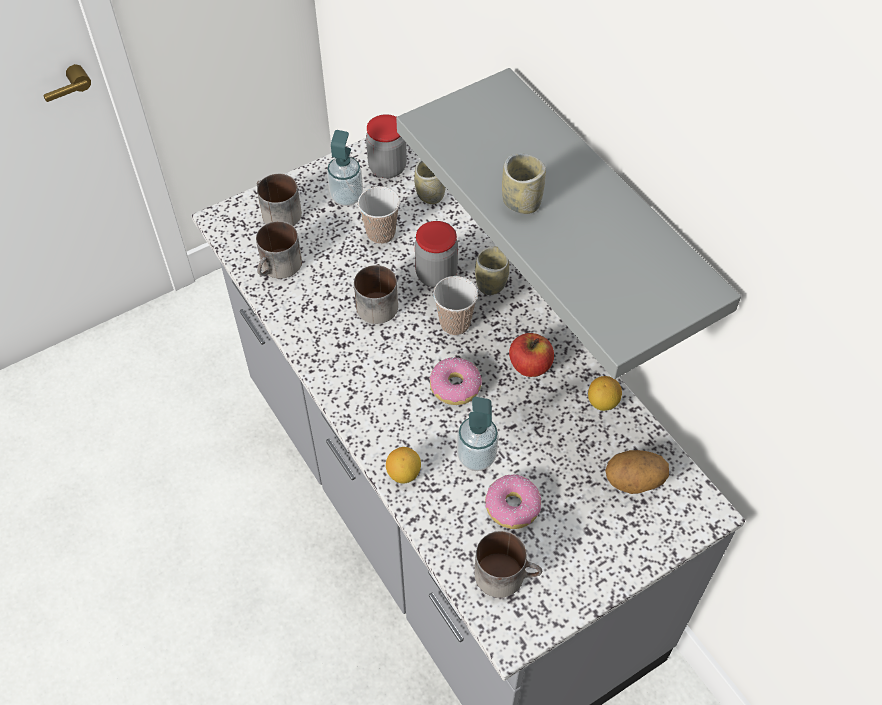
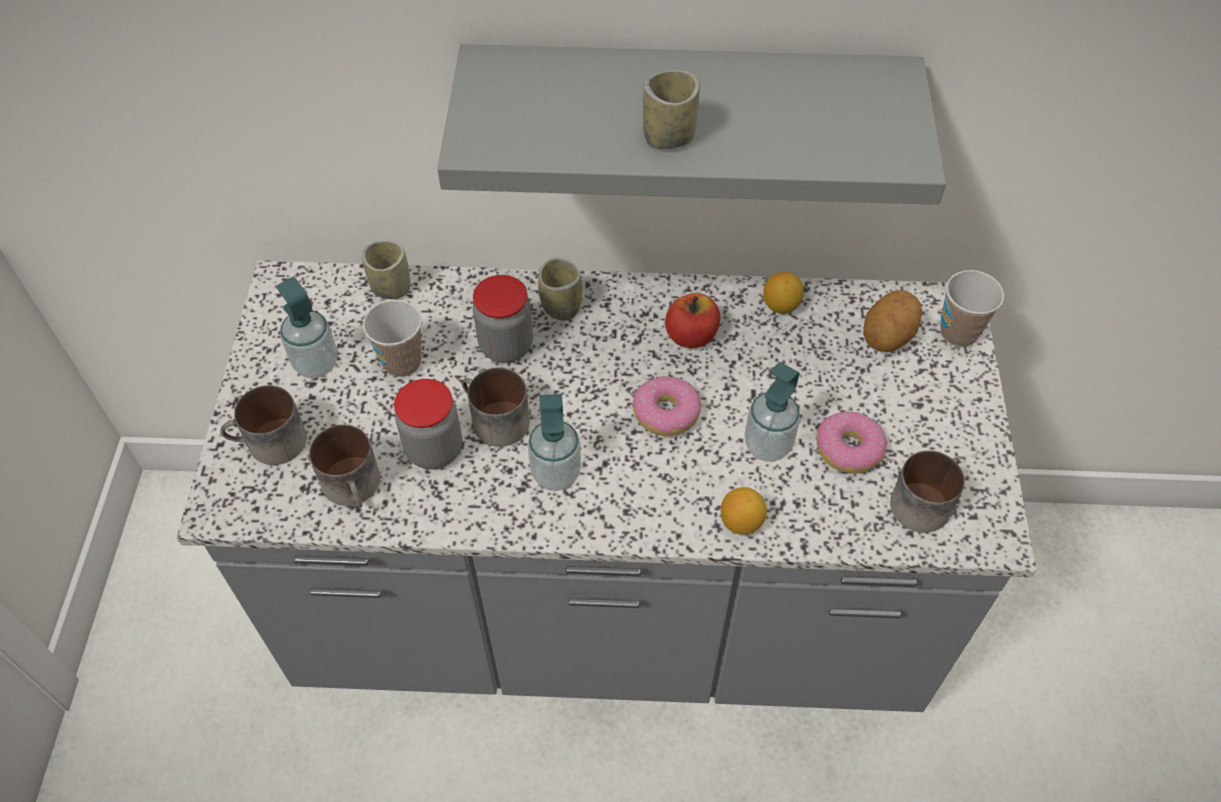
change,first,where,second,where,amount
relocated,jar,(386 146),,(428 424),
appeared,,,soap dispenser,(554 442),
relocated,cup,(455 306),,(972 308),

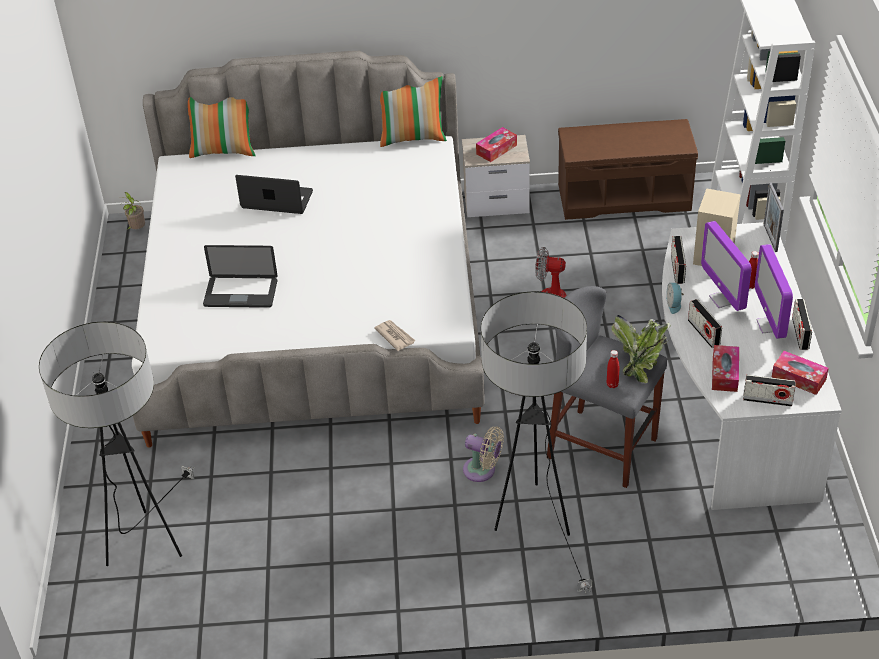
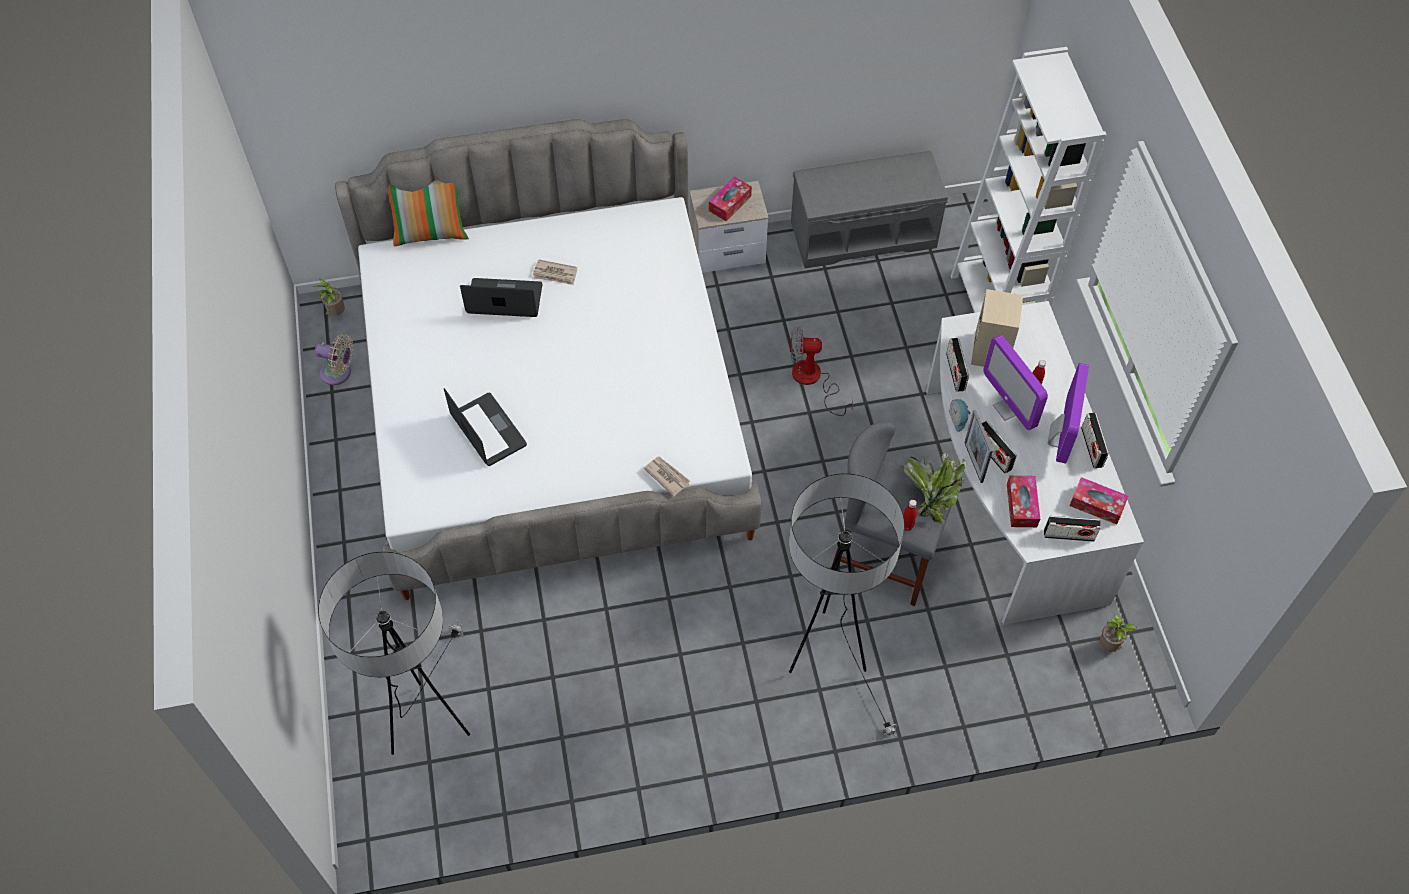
change,first,where,second,where,amount
relocated,beige fan,(483 454),,(334 359),
spun,laptop,(240 276),,(485 427),120 degrees counterclockwise
appeared,,,newspaper,(555 272),
colour,brown bench,(628 169),grey bench,(869 210),
relocated,picture frame,(773 217),,(978 446),
spun,monitor,(774 291),,(1068 413),150 degrees counterclockwise
appeared,,,potted plant,(1118 633),
missing,pillow,(413 111),,,

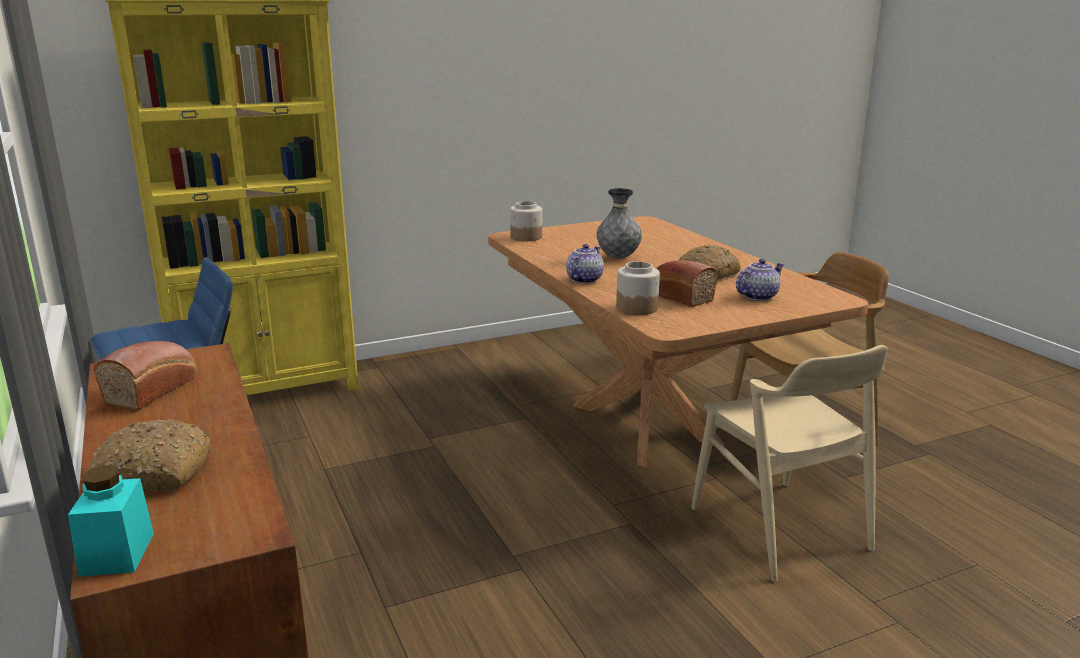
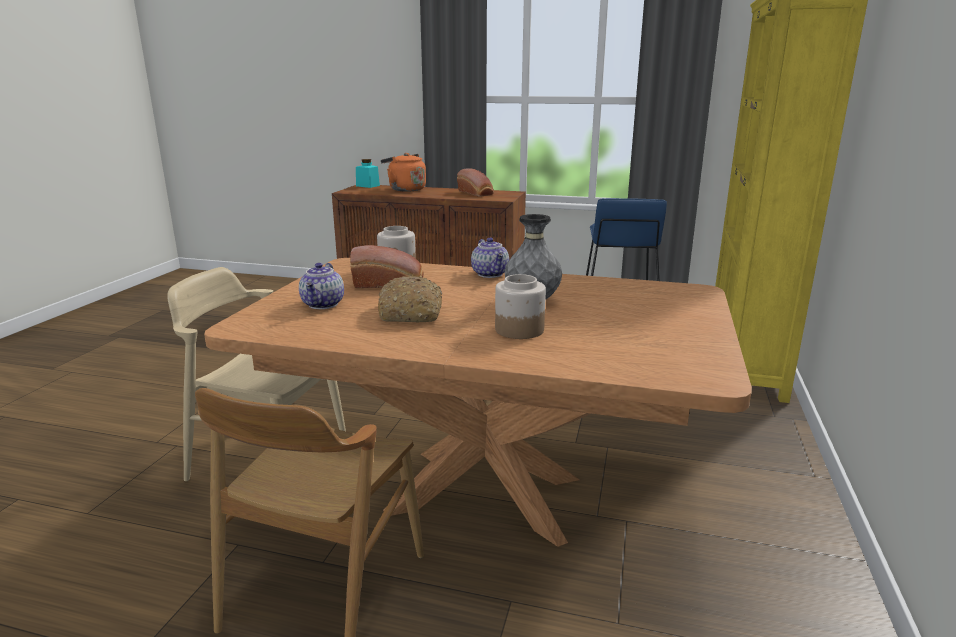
change,first,where,second,where,amount
exchanged,bread,(149 455),orange kettle,(403 172),
relocated,jar,(526 221),,(520 306),

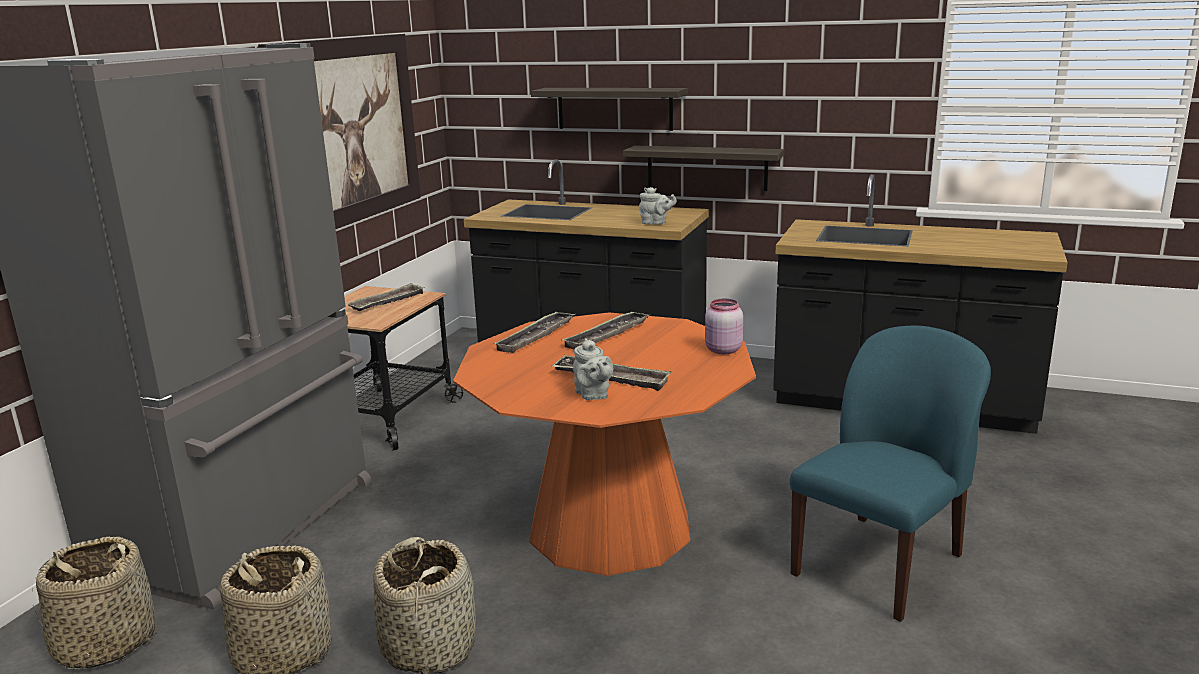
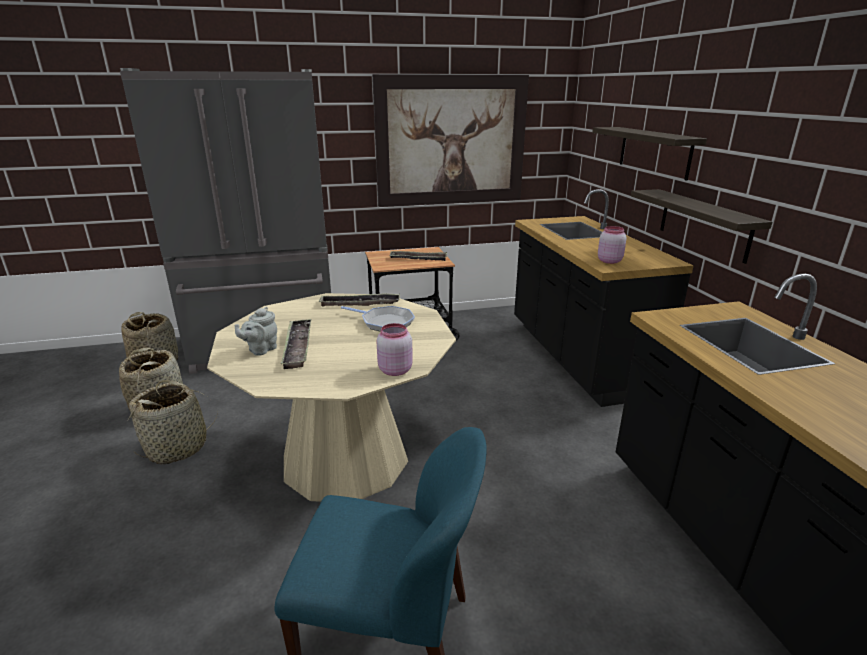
change,first,where,second,where,amount
colour,orange dining table,(604 444),beige dining table,(331 397),
exchanged,tray,(605 330),frying pan,(378 319),
exchanged,grey teapot,(658 206),pink jar,(612 245),

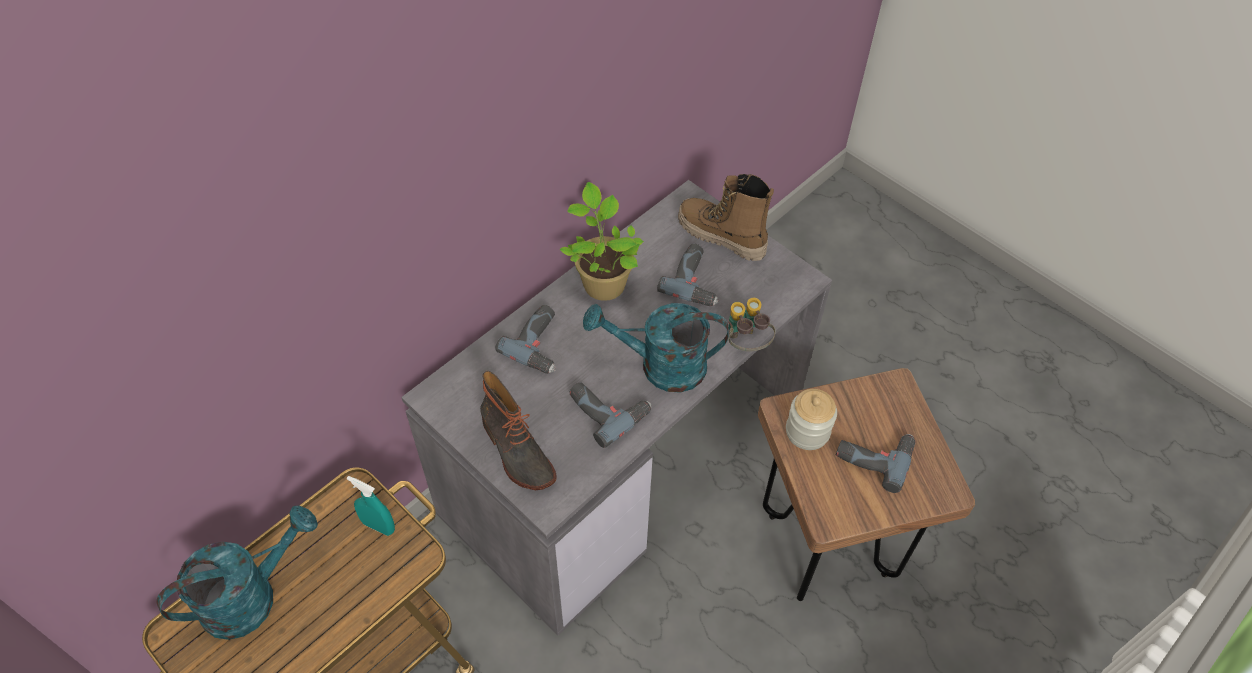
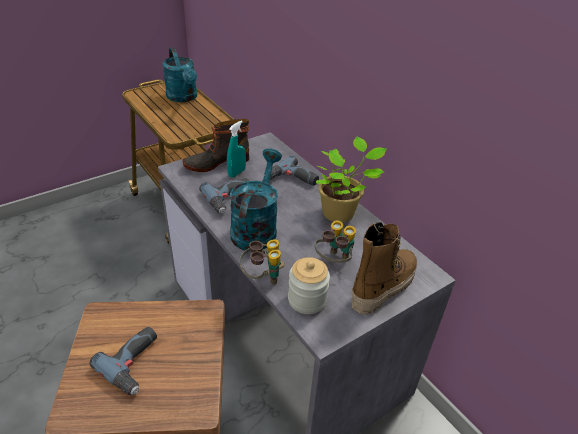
change,first,where,second,where,amount
relocated,turquoise spray bottle,(371 506),,(236 149),
relocated,jar,(811 419),,(309 285),
exchanged,power drill,(688 275),binoculars,(335 241),

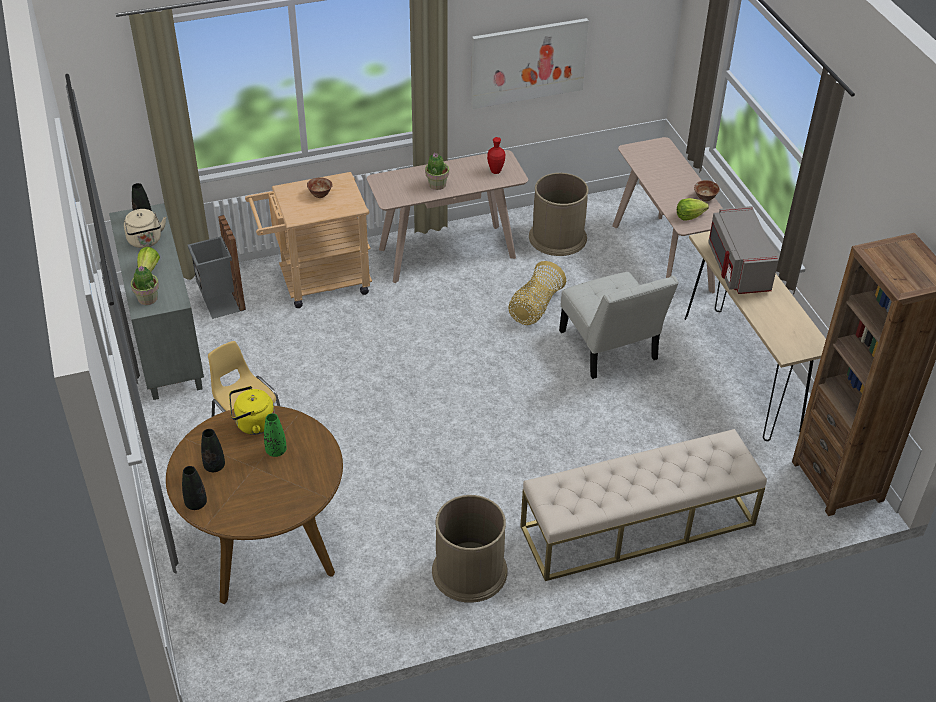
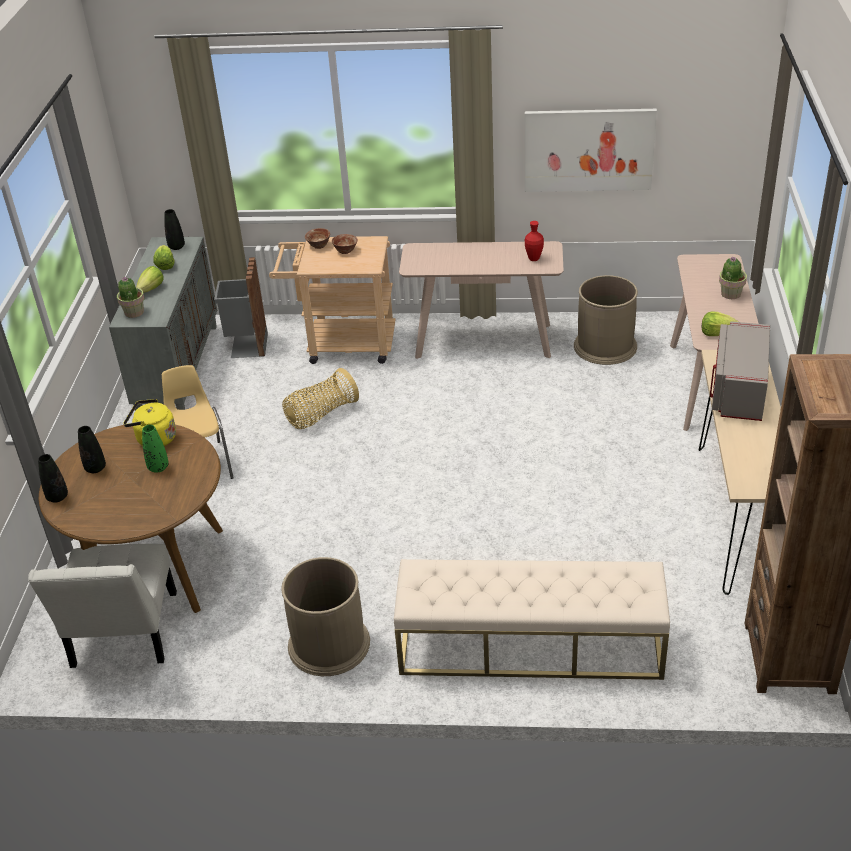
change,first,where,second,where,amount
relocated,white chair,(619 325),,(102 606),
exchanged,beige kettle,(145 228),lettuce,(164 257),
relocated,basket,(537 293),,(320 398),
relocated,bowl,(707 190),,(317 238),
relocated,potted plant,(437 171),,(733 277),

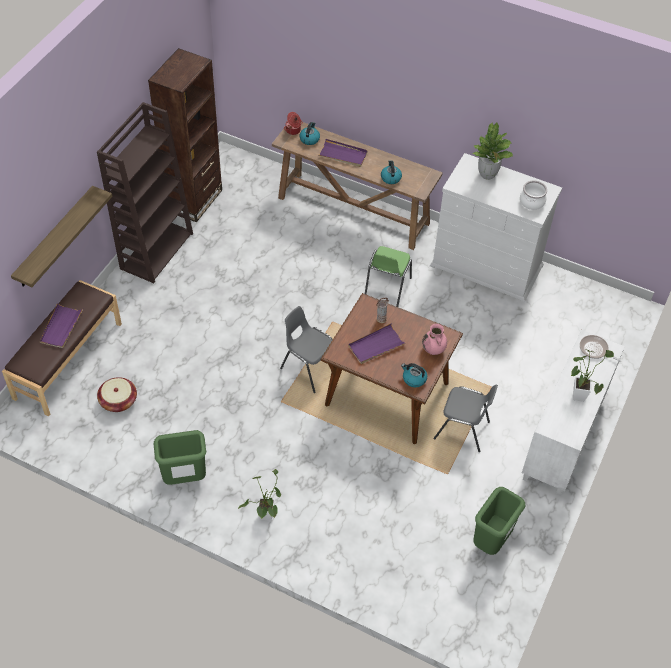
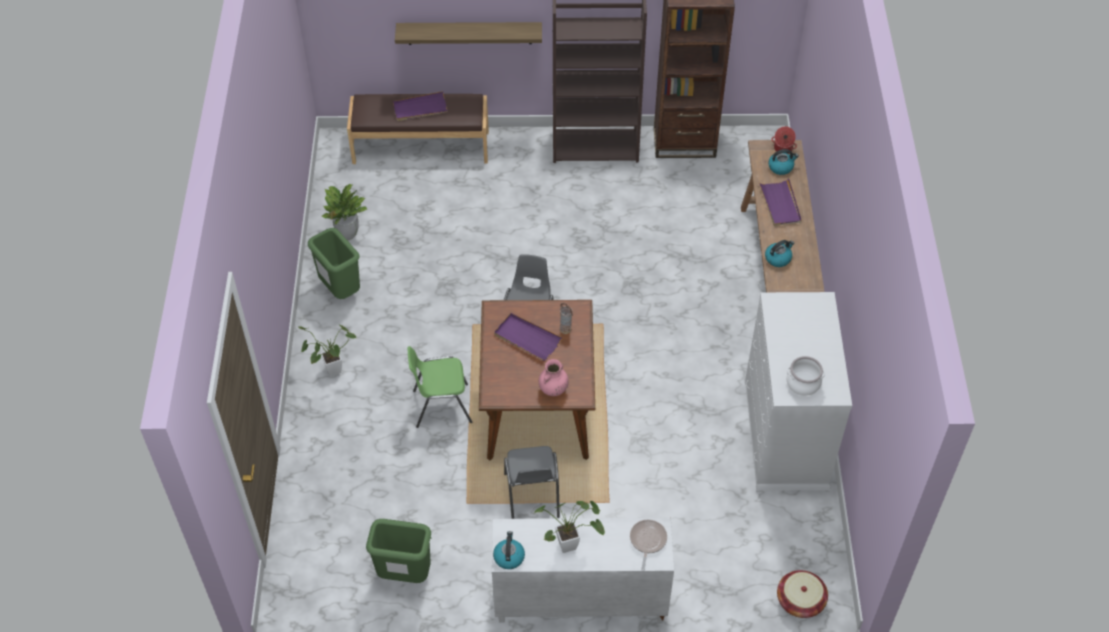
change,first,where,second,where,amount
relocated,potted plant,(493 151),,(344 212),
relocated,green chair,(388 276),,(440 387),
relocated,kettle,(414 375),,(509 550),
relocated,basket,(117 394),,(802 594),

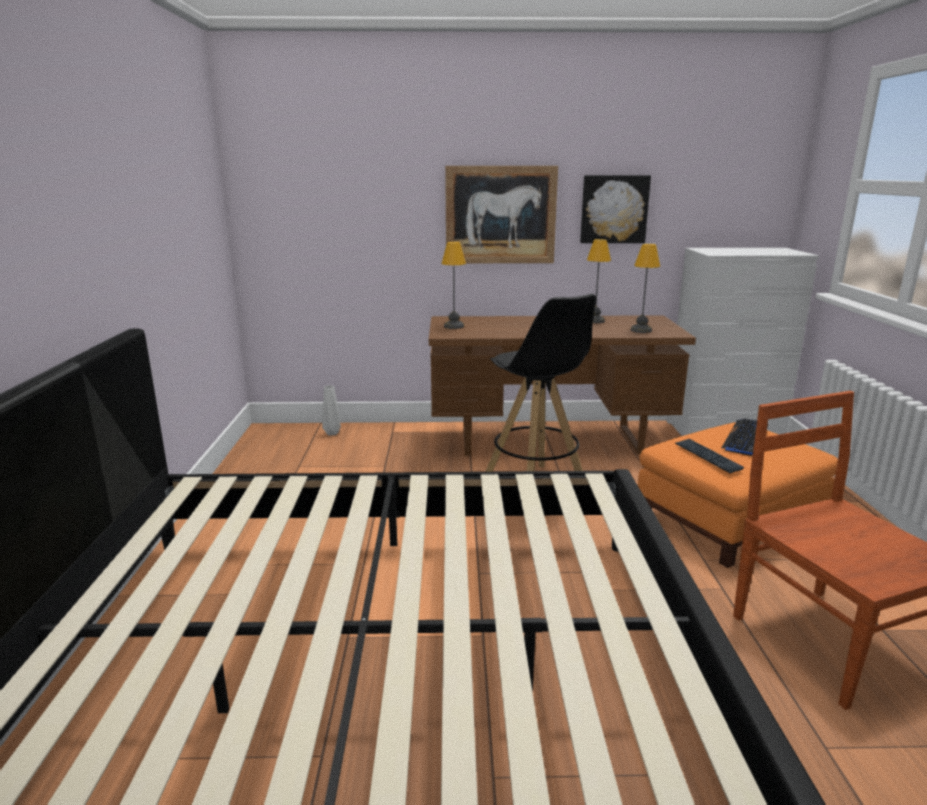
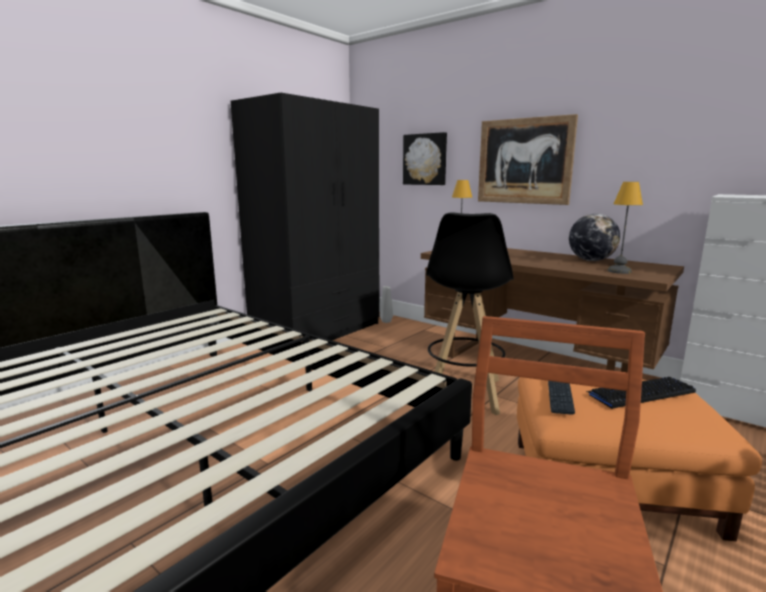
change,first,where,second,where,amount
appeared,,,black wardrobe,(305 216),
relocated,picture,(615 209),,(425 158),
exchanged,table lamp,(599 281),globe,(594 237),

